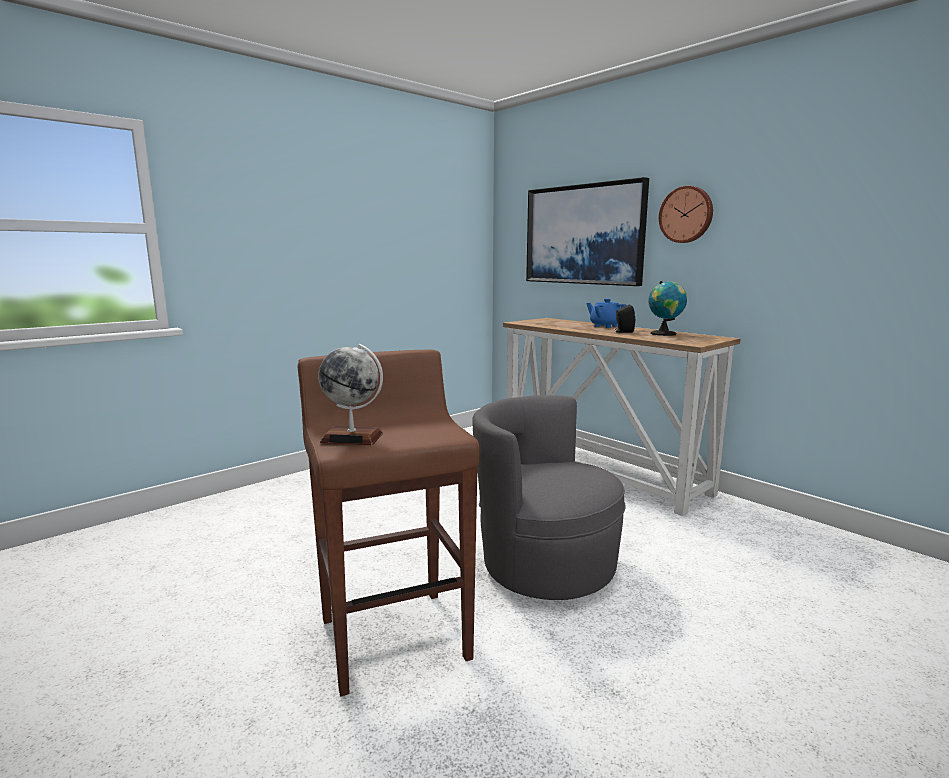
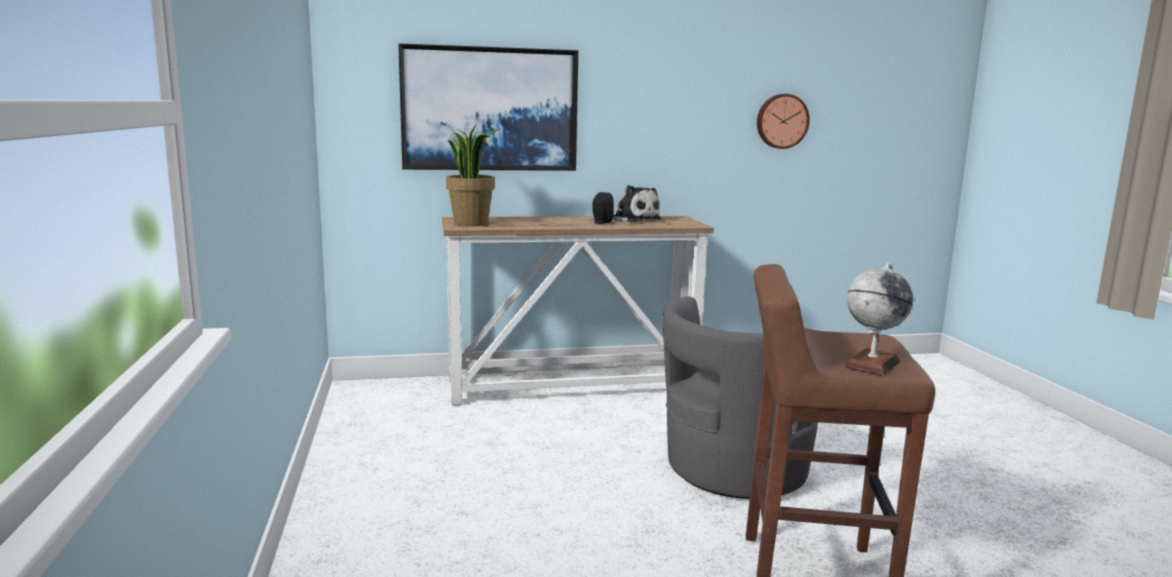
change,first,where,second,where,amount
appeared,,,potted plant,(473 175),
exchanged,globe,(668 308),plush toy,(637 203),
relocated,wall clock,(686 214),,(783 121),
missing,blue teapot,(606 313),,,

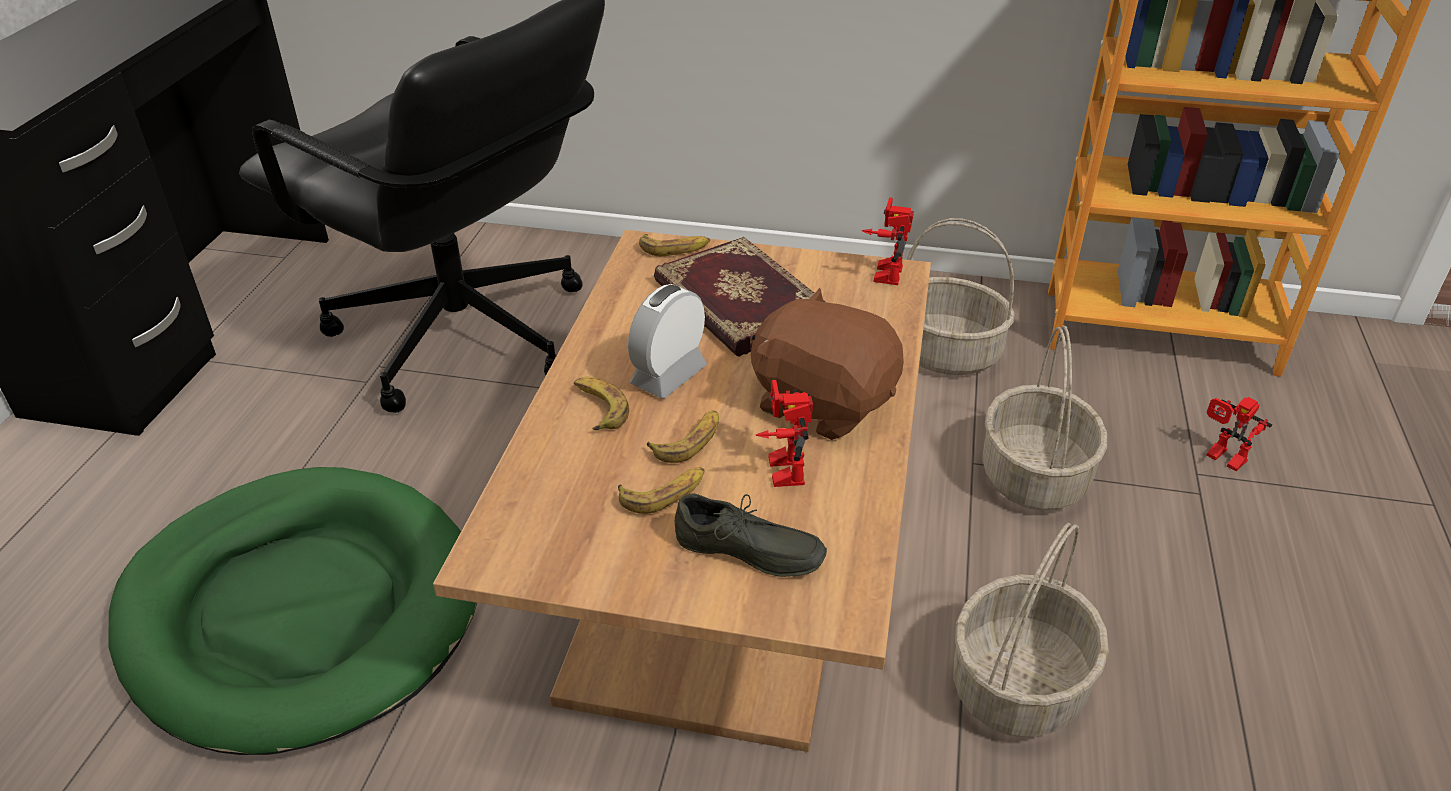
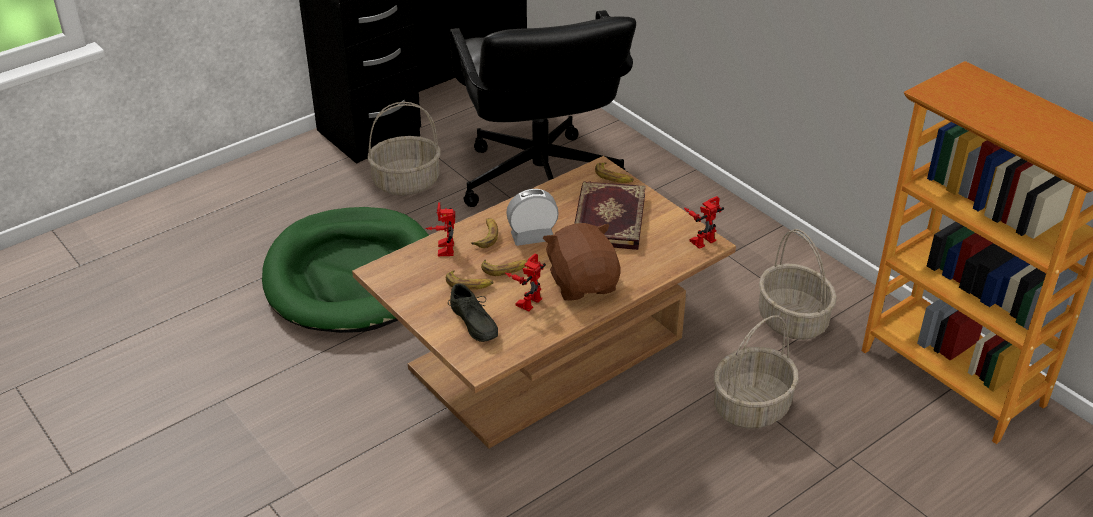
change,first,where,second,where,amount
relocated,basket,(1031 630),,(404 149),
relocated,toy robot,(1239 434),,(440 229),

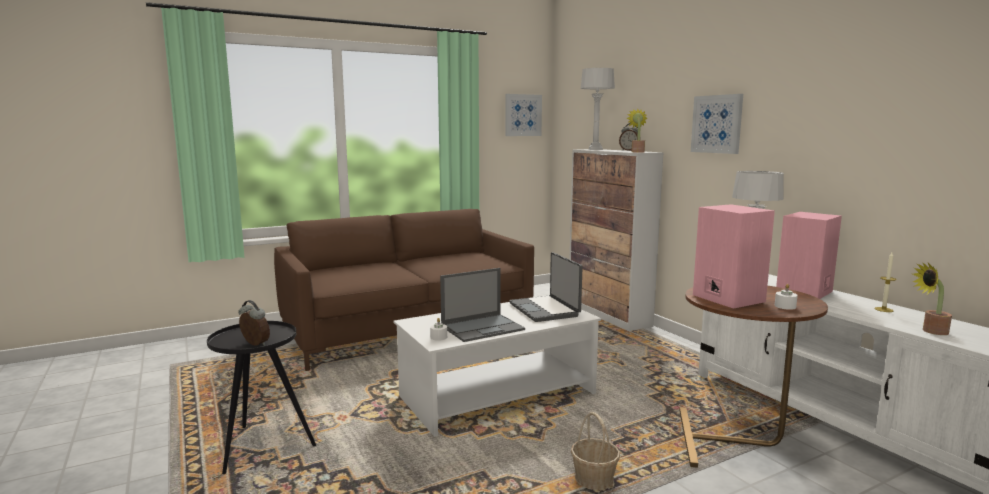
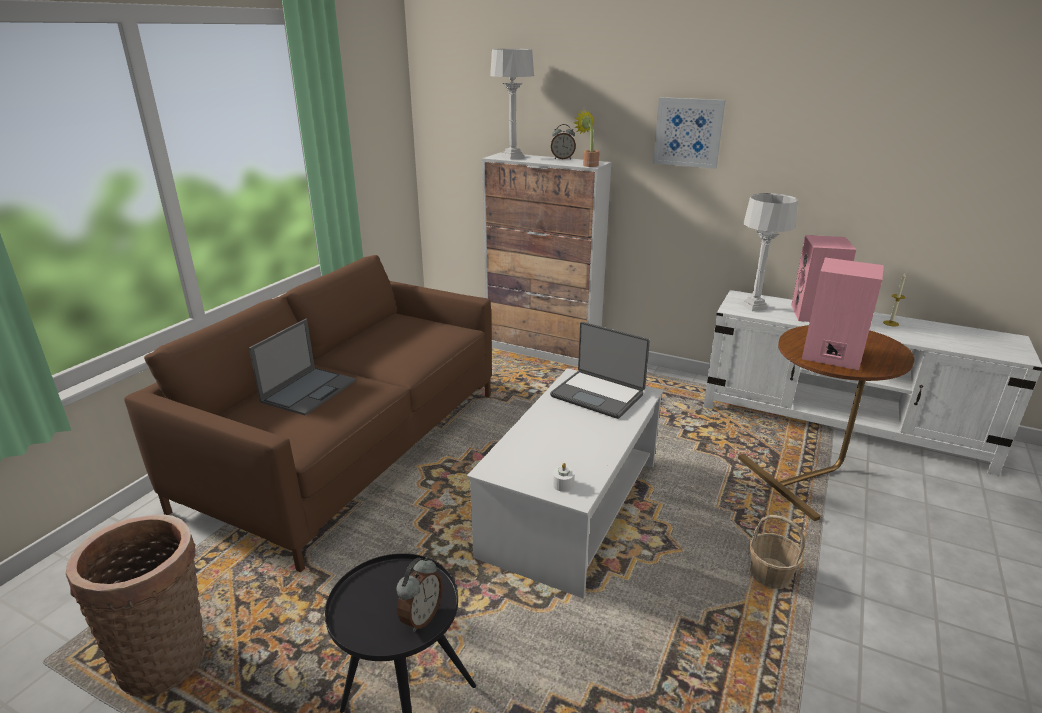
change,first,where,second,where,amount
appeared,,,basket,(135 605),
relocated,laptop,(482 305),,(302 367),
spun,alarm clock,(254 323),,(419 594),120 degrees clockwise
missing,picture,(523 115),,,
missing,white candle,(786 297),,,
missing,potted plant,(932 298),,,

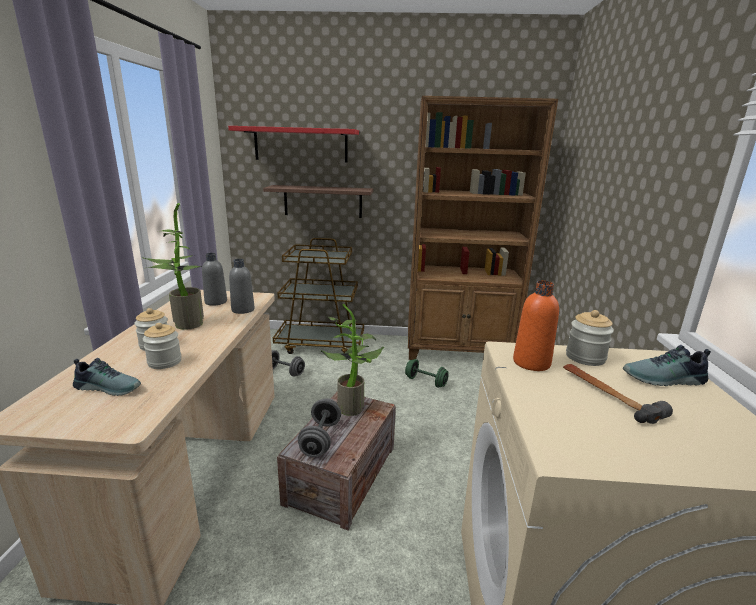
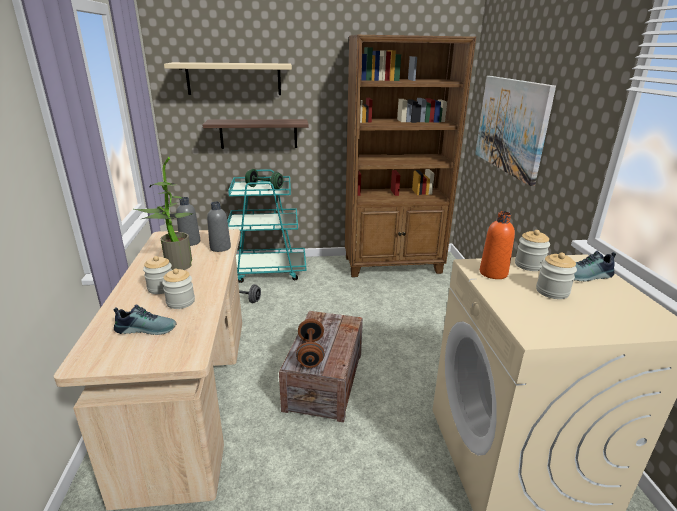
change,first,where,second,where,amount
colour,red shelf,(293 144),beige shelf,(228 78),
colour,brown cart,(318 296),turquoise cart,(266 226),
relocated,green dumbbell,(427 373),,(264 179),
colour,grey dumbbell,(319 427),brown dumbbell,(310 343),
appeared,,,picture,(515 131),
exchanged,hammer,(618 394),jar,(556 276),
missing,potted plant,(352 360),,,

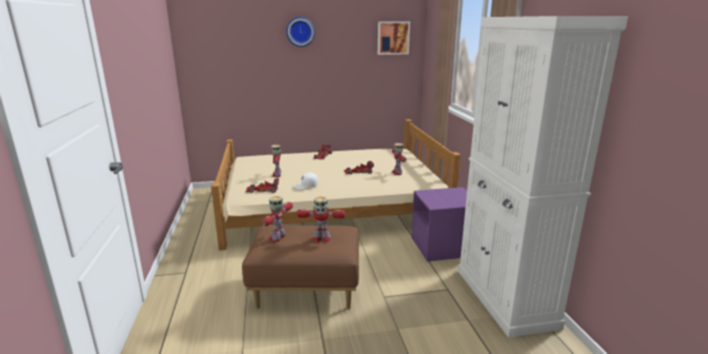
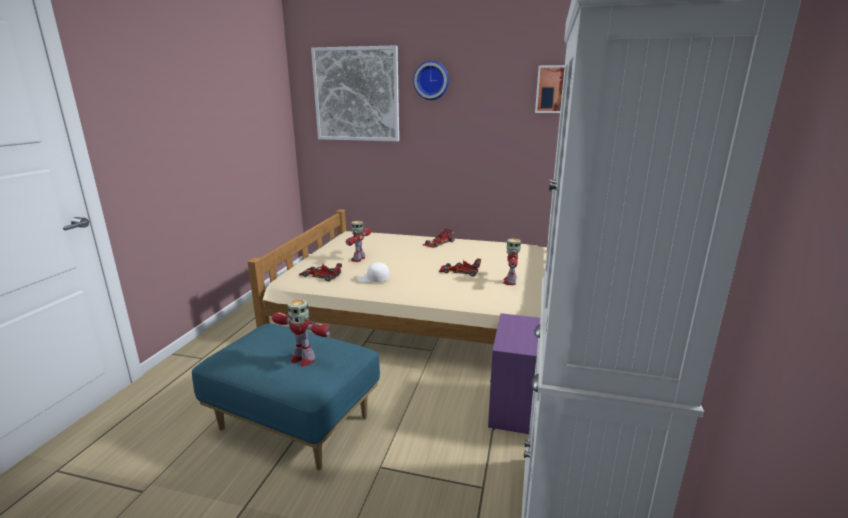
change,first,where,second,where,amount
colour,brown ottoman,(300 267),blue ottoman,(286 396),
appeared,,,picture,(355 93),
missing,toy robot,(277 219),,,

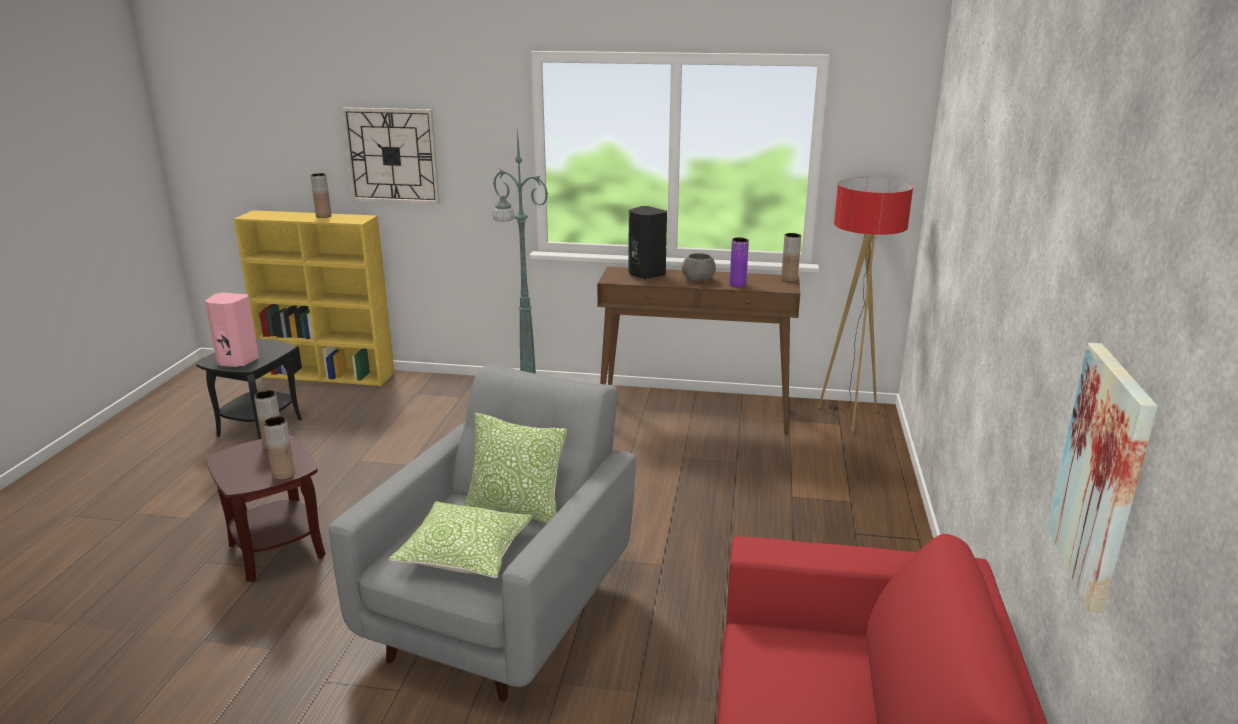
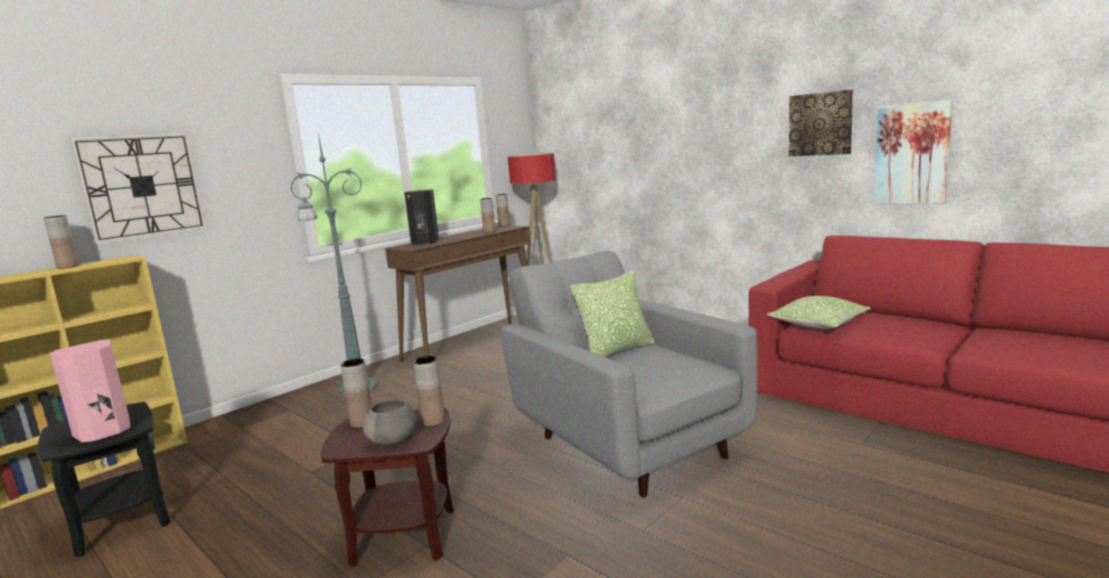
change,first,where,second,where,amount
relocated,grey bowl,(699 267),,(389 422),
colour,purple vase,(739 262),brown vase,(487 215),
relocated,pillow,(460 539),,(819 312),
appeared,,,picture,(821 123),

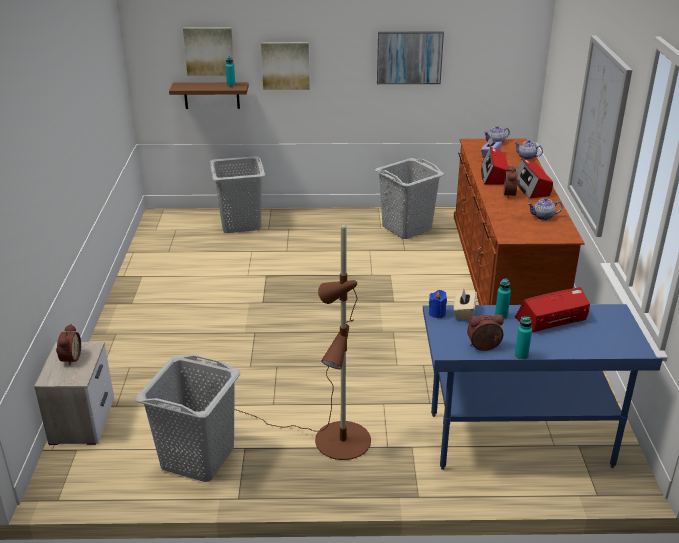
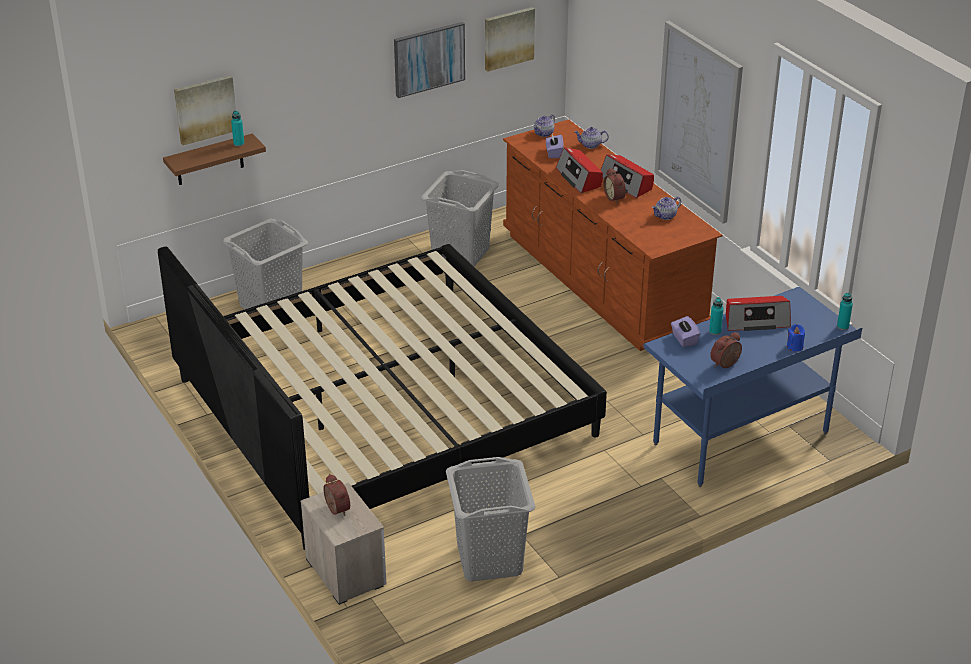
change,first,where,second,where,amount
appeared,,,bed,(382 397),
relocated,picture,(285 66),,(510 39),
colour,beige tissue box,(465 305),purple tissue box,(685 331),
spun,radio,(552 309),,(758 313),135 degrees counterclockwise
relocated,blue candle,(438 304),,(796 338),
relocated,turquoise bottle,(523 337),,(845 311),
missing,brown floor lamp,(302 342),,,

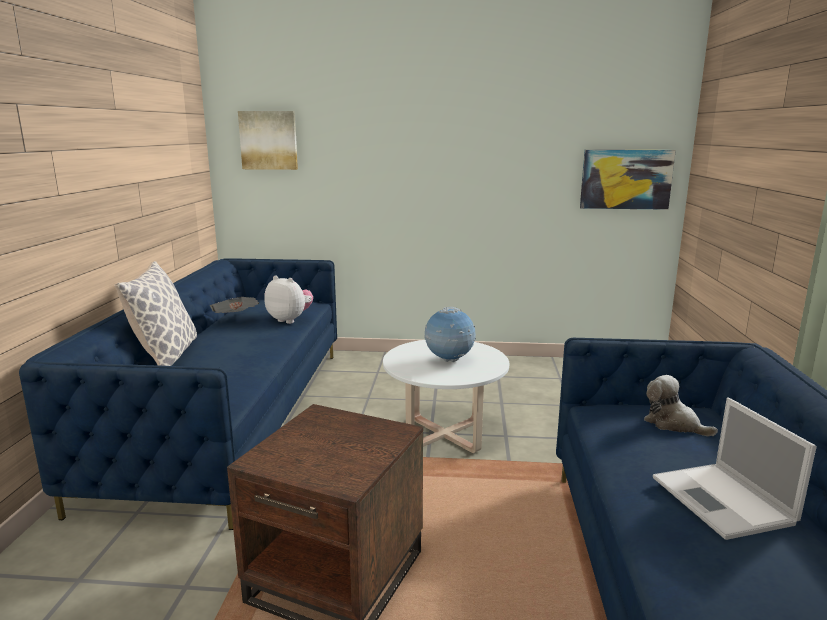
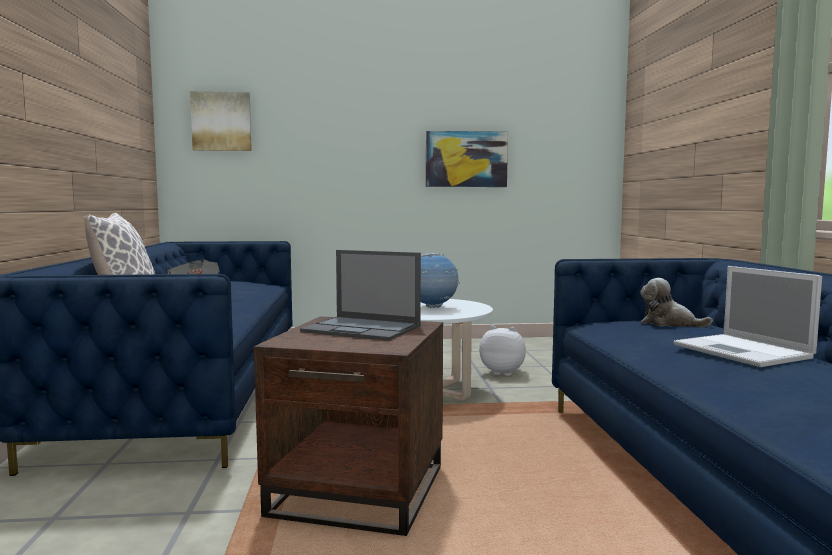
change,first,where,second,where,amount
appeared,,,laptop,(360 295),
relocated,picture,(628 180),,(467 159),
relocated,plush toy,(288 299),,(502 350),

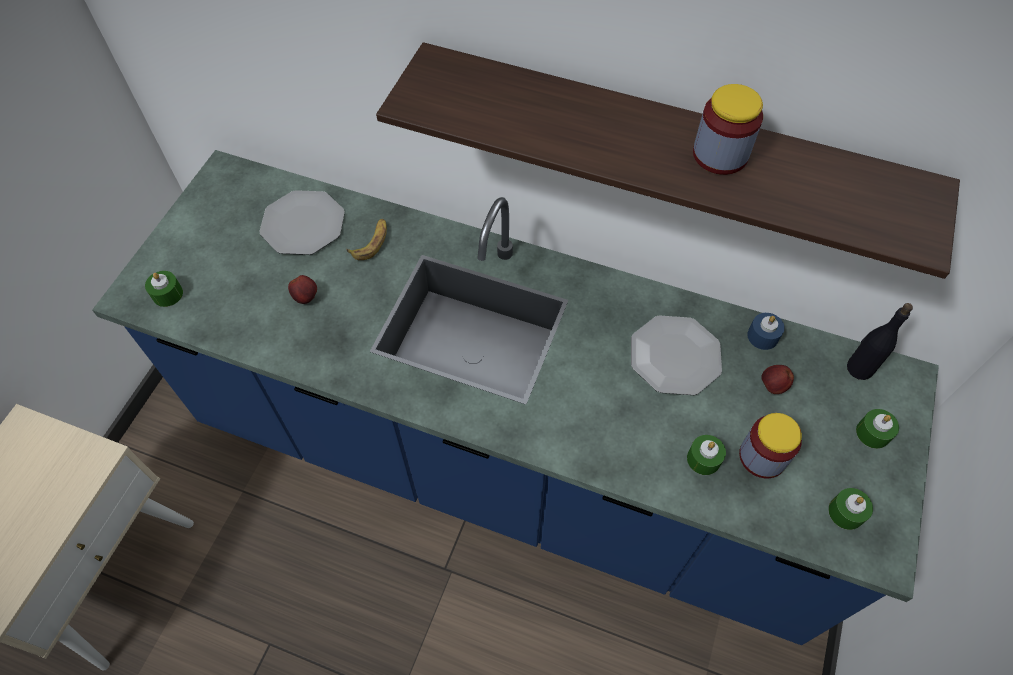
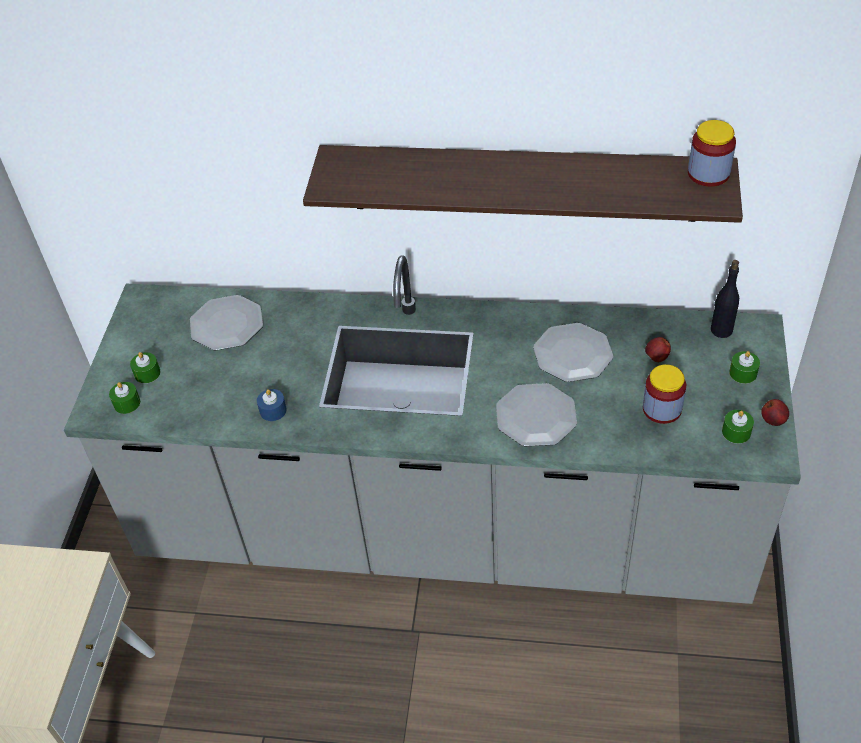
change,first,where,second,where,amount
colour,blue counter,(515 397),grey counter,(432 430),
relocated,green candle,(706 455),,(145 367),
relocated,blue candle,(766 331),,(272 405),
appeared,,,plate,(536 414),
relocated,jar,(728 129),,(712 153),
relocated,apple,(302 289),,(775 412),
missing,banana,(367 239),,,

